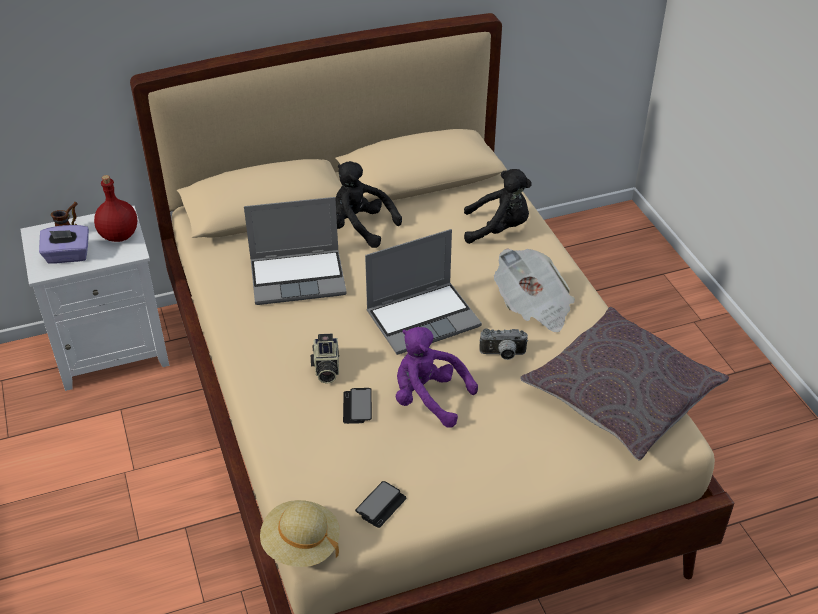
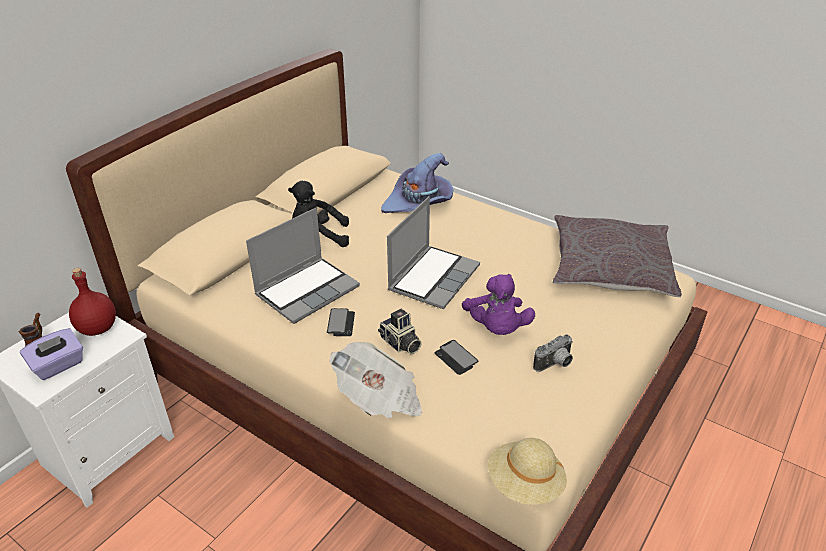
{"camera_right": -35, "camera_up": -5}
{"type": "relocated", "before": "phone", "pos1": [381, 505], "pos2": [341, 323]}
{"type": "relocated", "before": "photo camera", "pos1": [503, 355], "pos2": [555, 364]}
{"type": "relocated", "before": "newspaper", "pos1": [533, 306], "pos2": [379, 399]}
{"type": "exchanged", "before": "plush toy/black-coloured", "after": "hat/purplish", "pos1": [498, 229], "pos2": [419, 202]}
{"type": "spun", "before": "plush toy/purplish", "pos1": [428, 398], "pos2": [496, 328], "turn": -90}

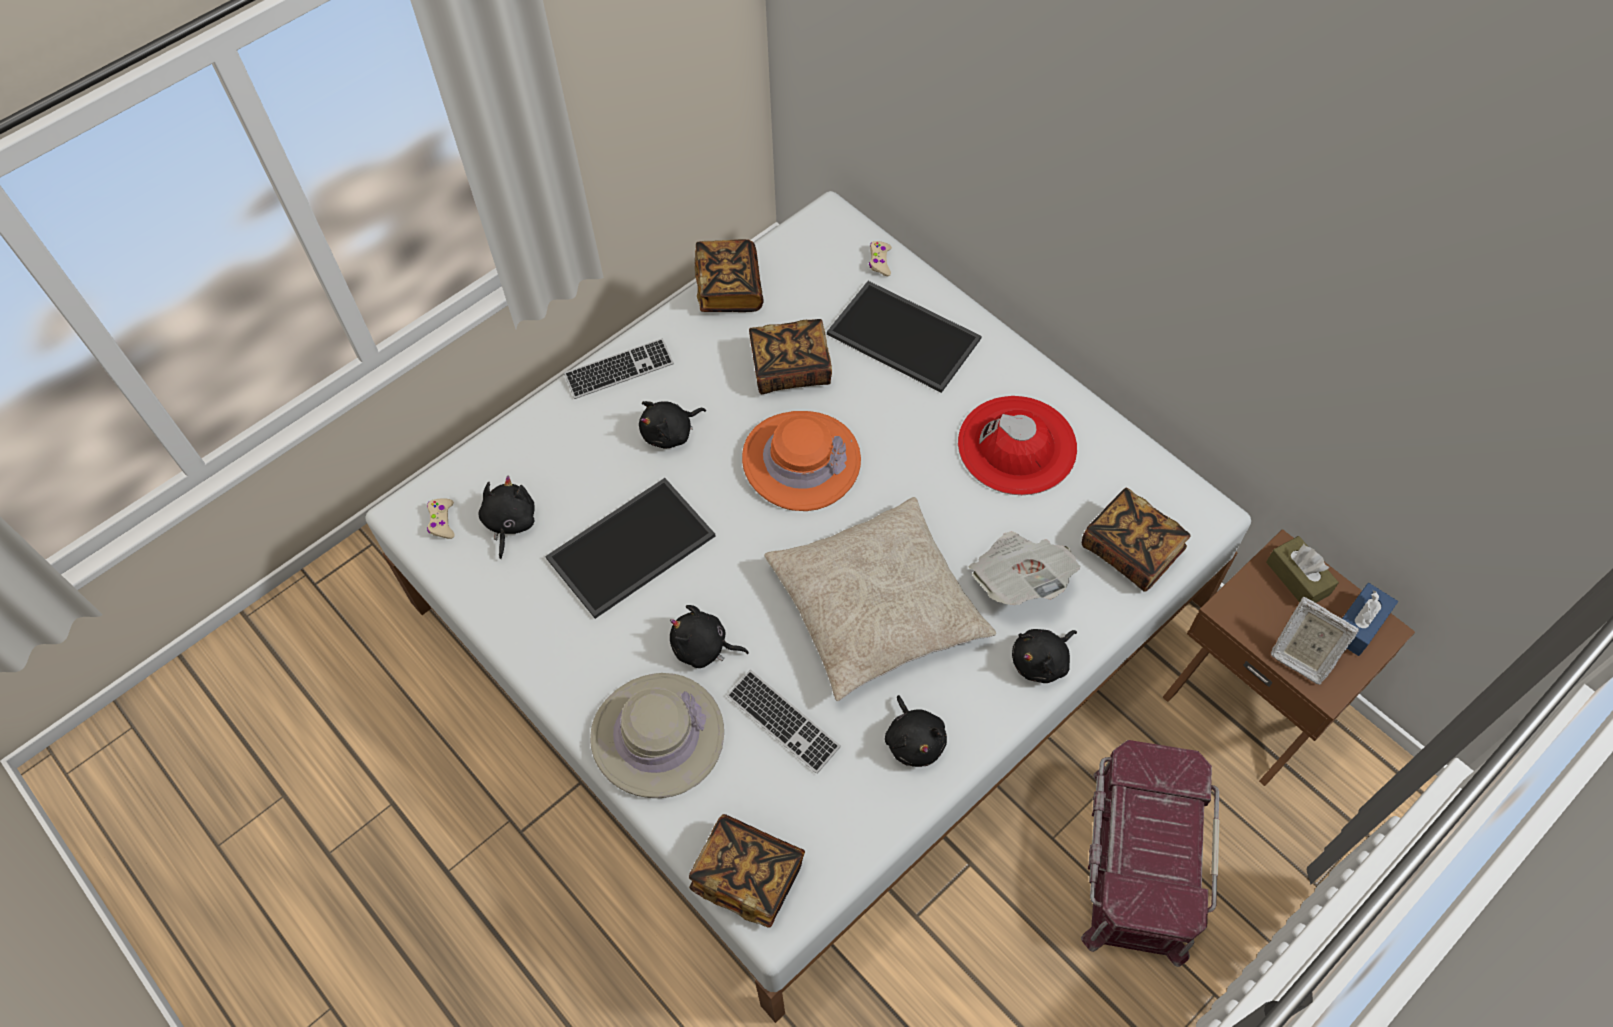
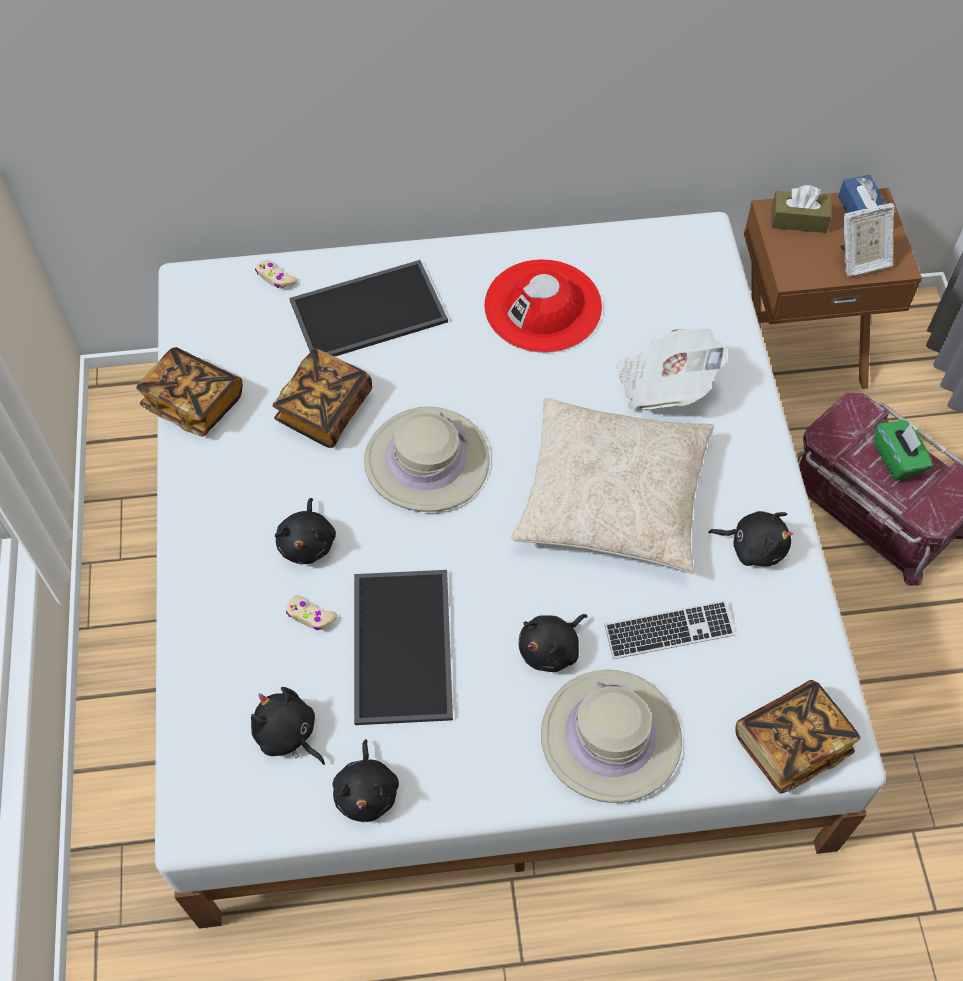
{"camera_right": -55, "camera_up": 0}
{"type": "missing", "before": "computer keyboard", "pos1": [619, 370]}
{"type": "missing", "before": "volume", "pos1": [1131, 550]}
{"type": "appeared", "after": "tissue holder/green", "pos2": [898, 459]}
{"type": "relocated", "before": "game controller/sand-coloured", "pos1": [442, 521], "pos2": [310, 616]}
{"type": "relocated", "before": "plush toy/black-coloured", "pos1": [1042, 661], "pos2": [367, 791]}
{"type": "colour", "before": "hat/orange", "after": "hat/sand-coloured", "pos1": [801, 461], "pos2": [426, 461]}

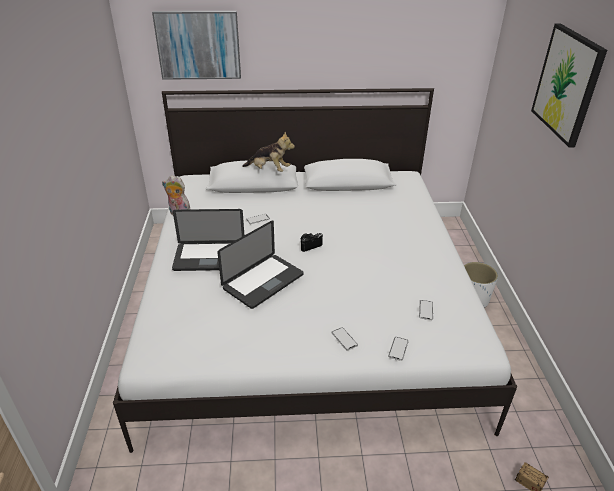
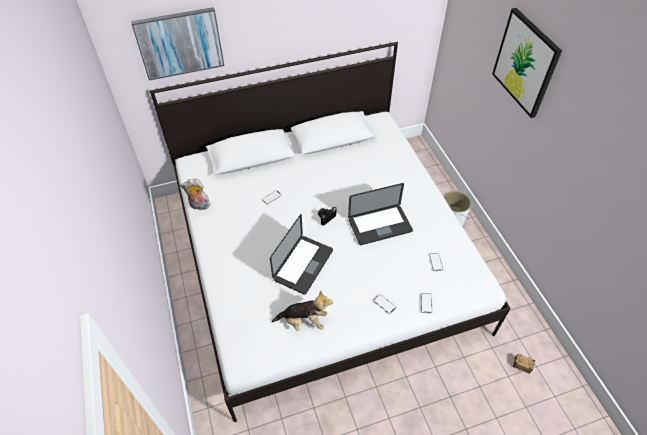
{"camera_right": -15, "camera_up": 15}
{"type": "relocated", "before": "notebook computer", "pos1": [209, 258], "pos2": [380, 225]}
{"type": "relocated", "before": "plush toy", "pos1": [269, 170], "pos2": [304, 321]}

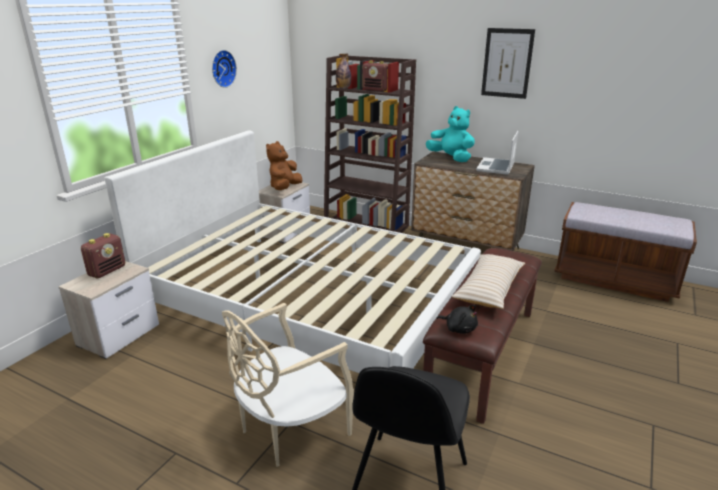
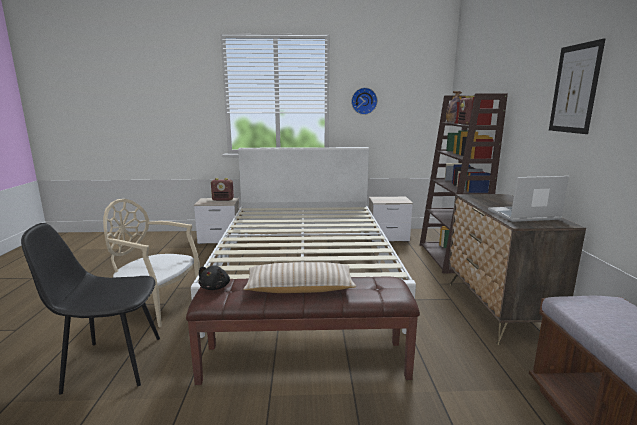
{"camera_right": 60, "camera_up": -10}
{"type": "missing", "before": "plush toy/brown", "pos1": [284, 188]}
{"type": "missing", "before": "plush toy/turquoise", "pos1": [451, 158]}

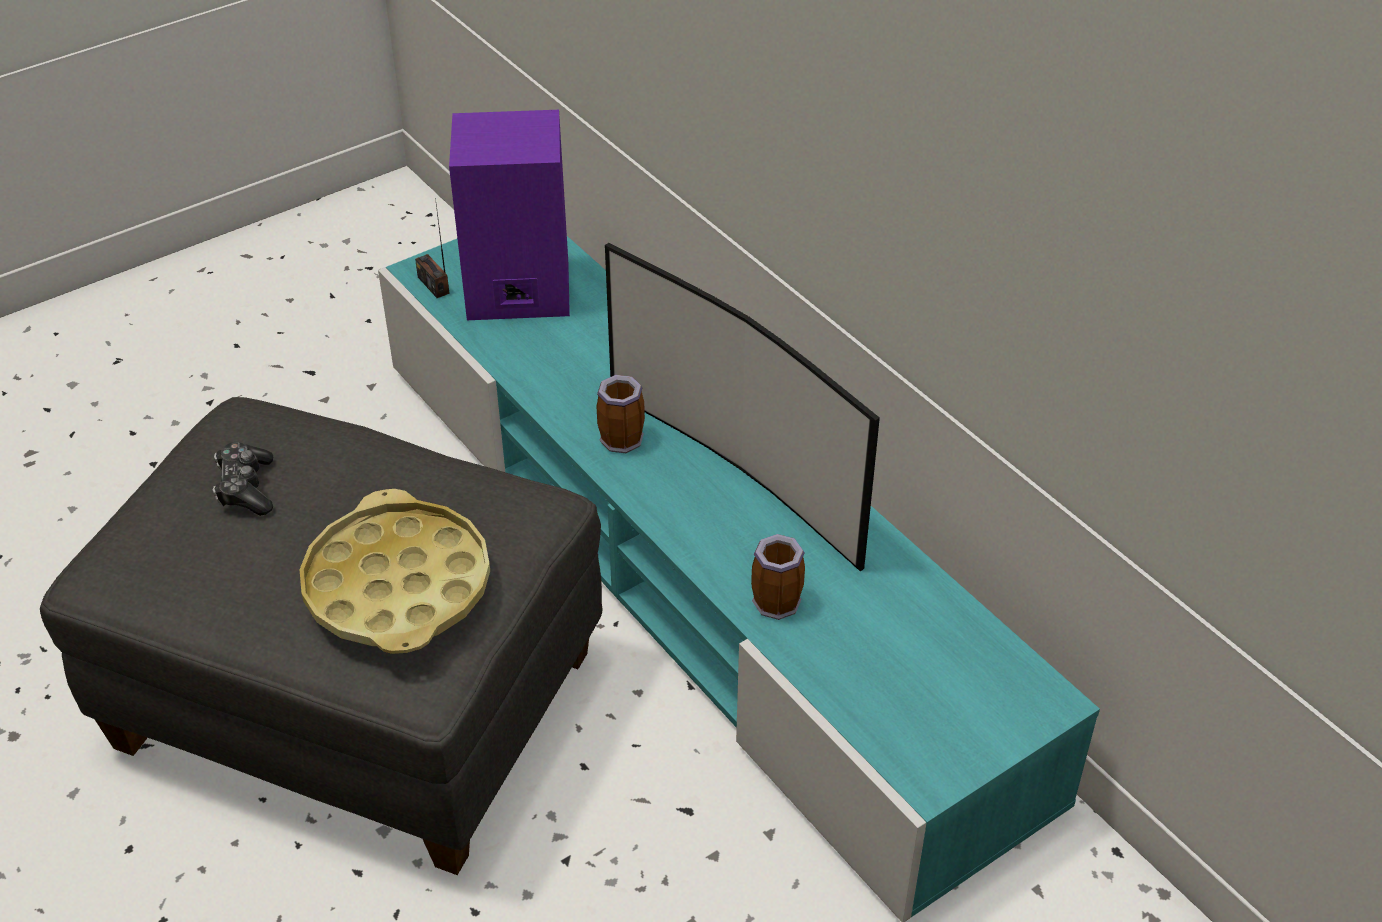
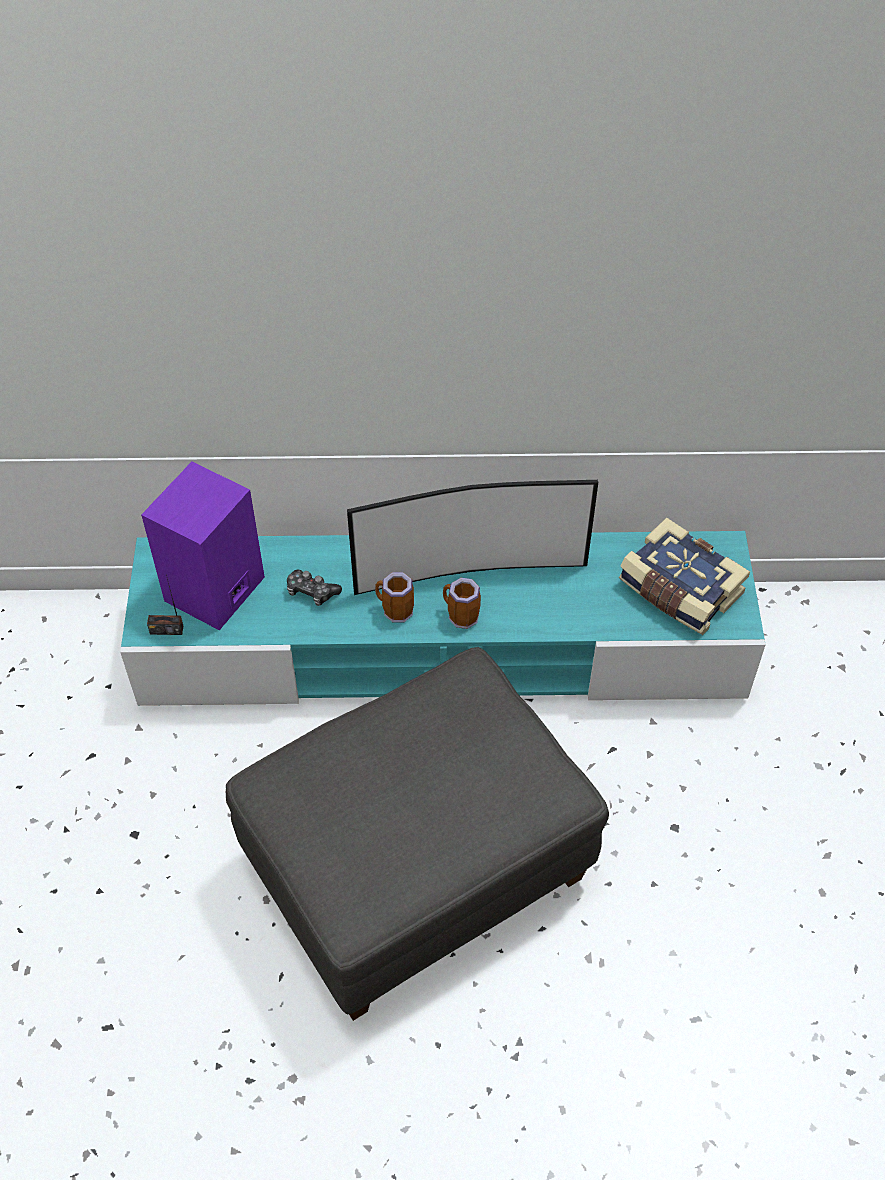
{"camera_right": -55, "camera_up": 10}
{"type": "missing", "before": "tray/yellow-coloured", "pos1": [397, 586]}
{"type": "appeared", "after": "volume", "pos2": [678, 590]}
{"type": "relocated", "before": "game controller", "pos1": [246, 488], "pos2": [311, 592]}
{"type": "relocated", "before": "tea mug", "pos1": [774, 599], "pos2": [460, 617]}

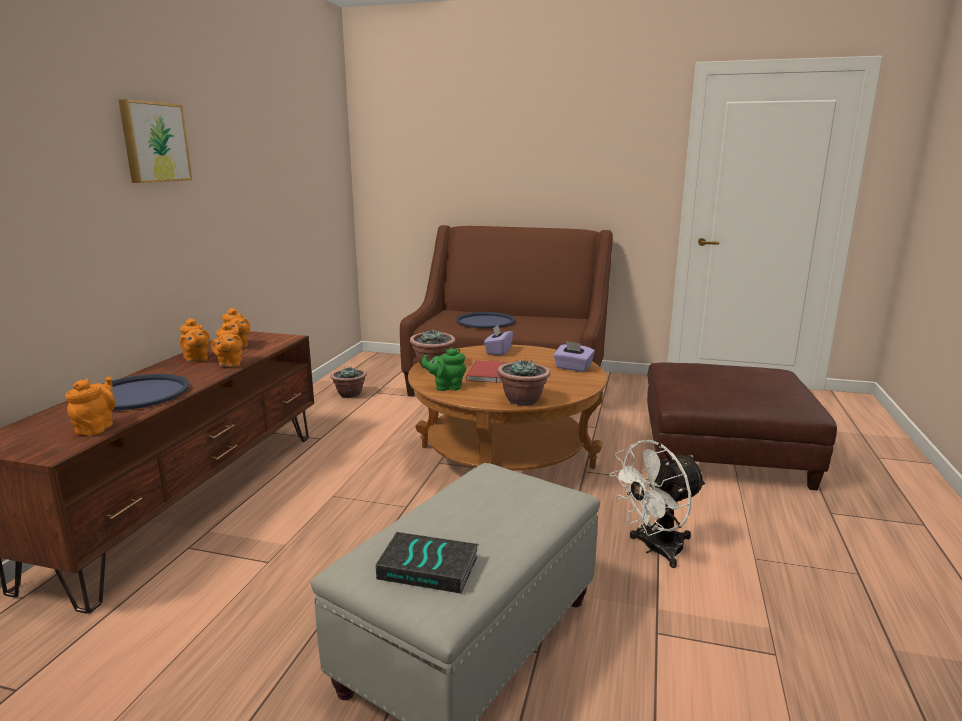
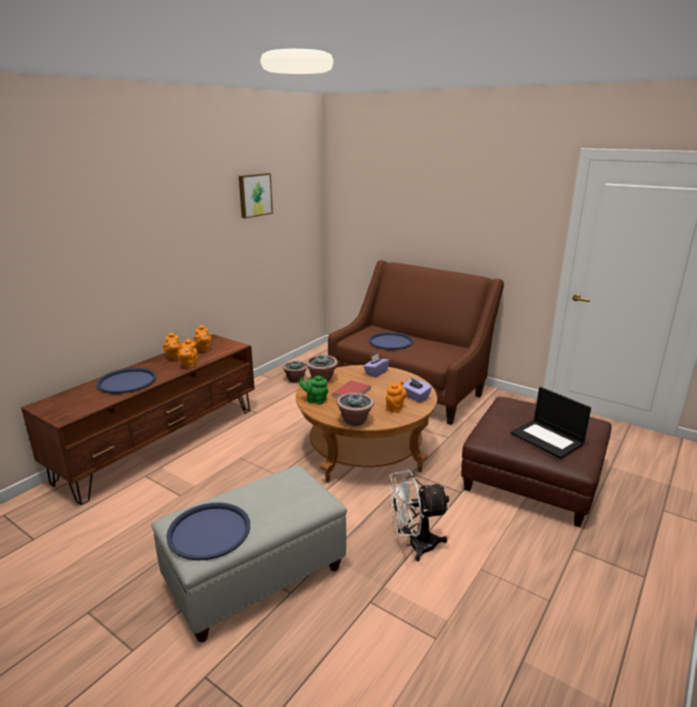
{"camera_right": 20, "camera_up": 5}
{"type": "appeared", "after": "notebook computer", "pos2": [548, 439]}
{"type": "relocated", "before": "teapot/orange", "pos1": [97, 428], "pos2": [395, 407]}
{"type": "relocated", "before": "wall picture", "pos1": [154, 142], "pos2": [254, 195]}
{"type": "exchanged", "before": "volume", "after": "tray/blue-coloured", "pos1": [429, 567], "pos2": [209, 531]}

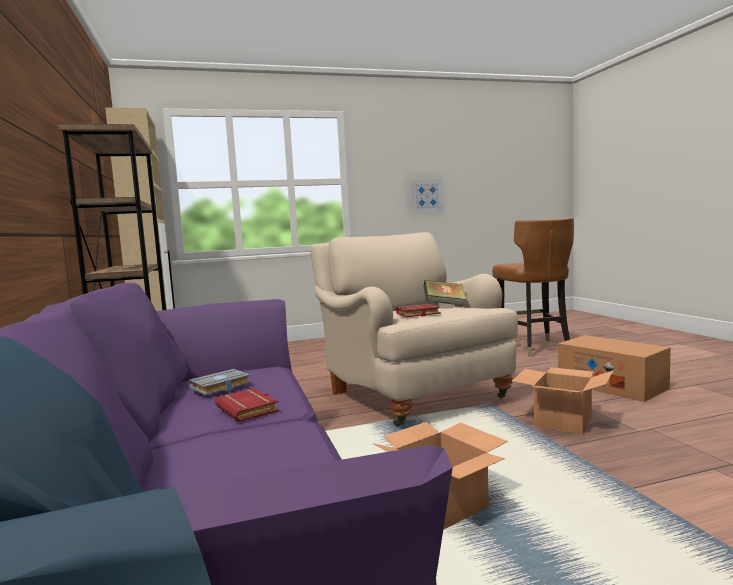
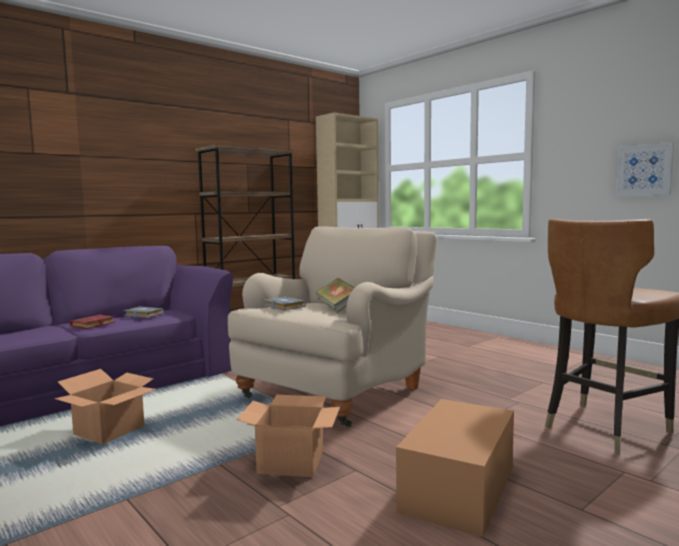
{"camera_right": 65, "camera_up": 0}
{"type": "colour", "before": "volume/red-coloured", "after": "volume/grey", "pos1": [417, 314], "pos2": [282, 307]}

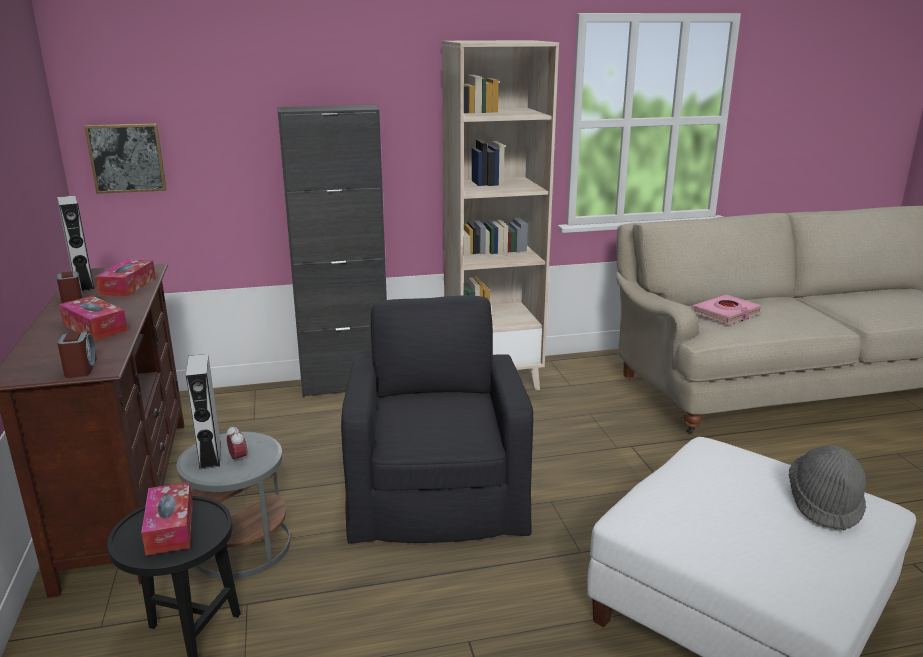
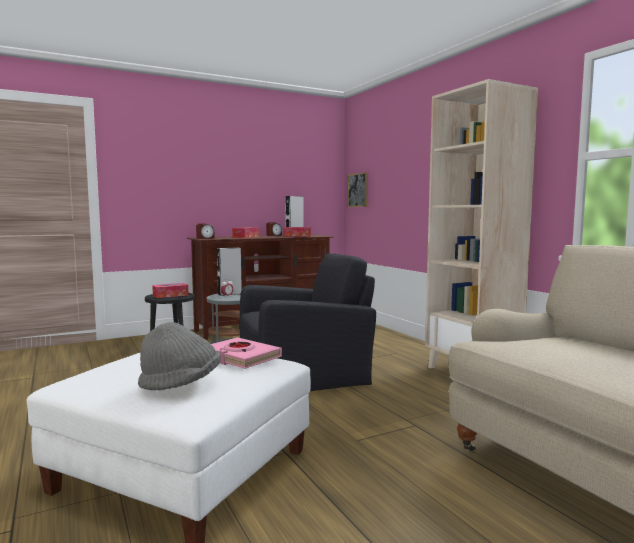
{"camera_right": 75, "camera_up": -15}
{"type": "missing", "before": "cabinet/black-coloured", "pos1": [345, 384]}
{"type": "relocated", "before": "volume/pinkish", "pos1": [726, 314], "pos2": [241, 358]}

